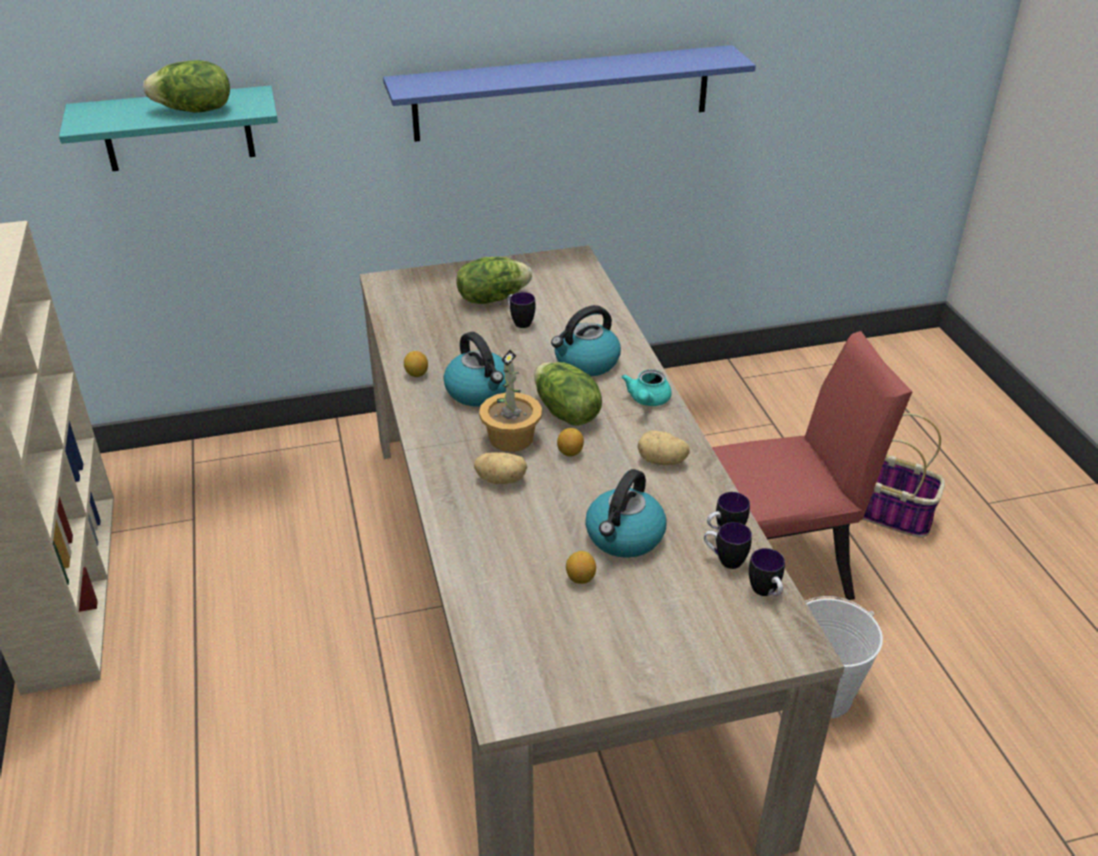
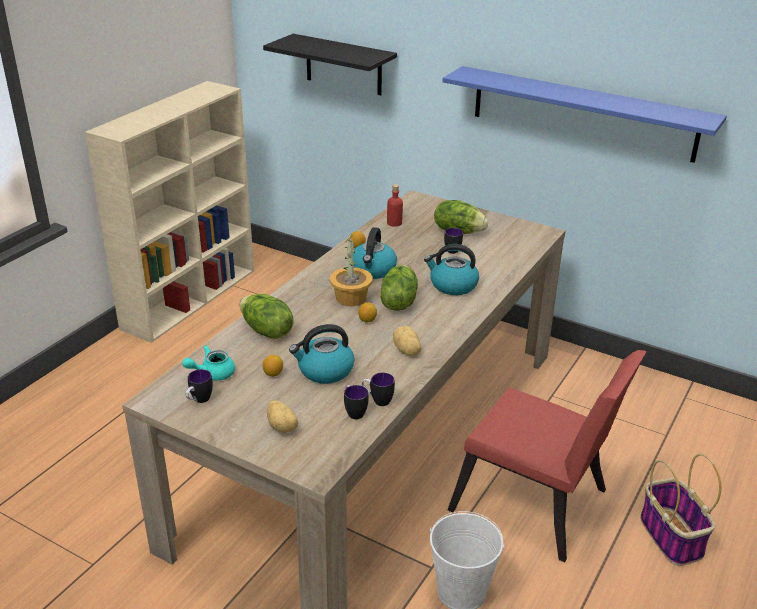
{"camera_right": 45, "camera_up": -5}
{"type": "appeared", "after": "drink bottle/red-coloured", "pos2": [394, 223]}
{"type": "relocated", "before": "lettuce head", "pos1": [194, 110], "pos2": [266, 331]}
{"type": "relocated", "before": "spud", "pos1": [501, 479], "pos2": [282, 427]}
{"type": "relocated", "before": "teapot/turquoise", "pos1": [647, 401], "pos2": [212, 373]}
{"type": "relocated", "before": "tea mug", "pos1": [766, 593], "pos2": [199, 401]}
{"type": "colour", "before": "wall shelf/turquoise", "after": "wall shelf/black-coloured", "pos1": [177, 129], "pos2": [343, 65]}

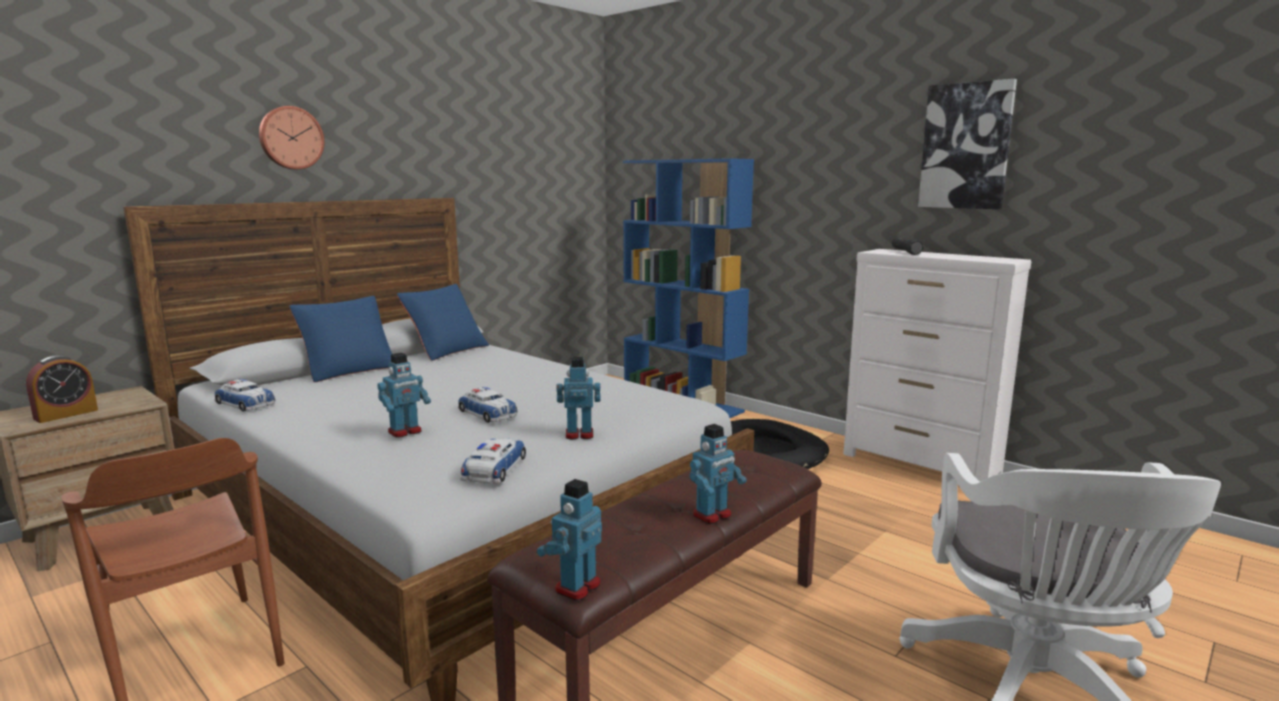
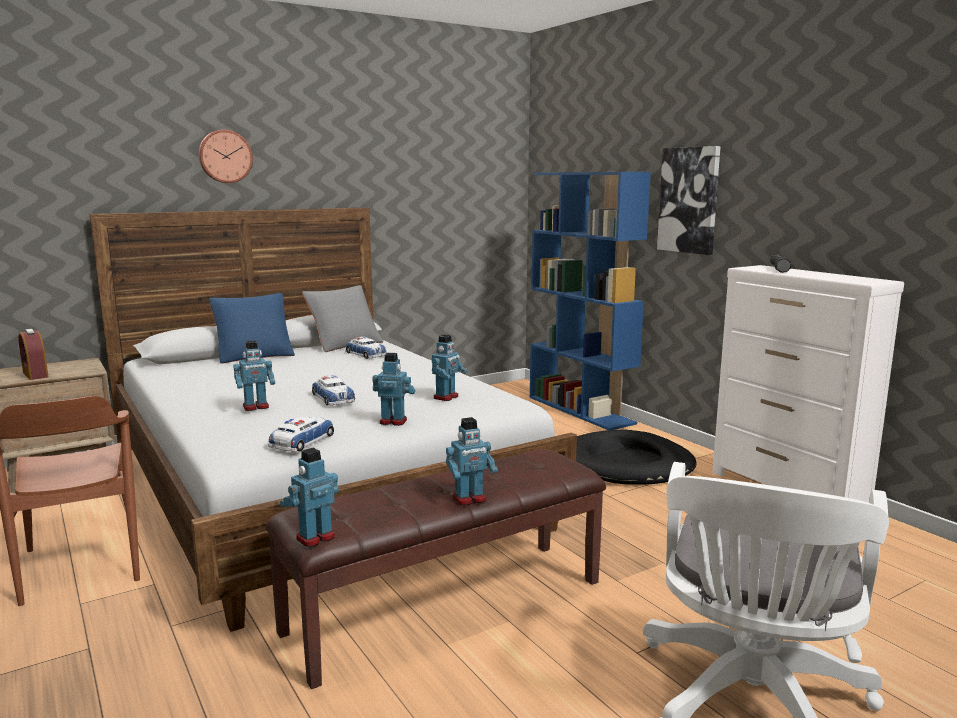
{"camera_right": 15, "camera_up": 0}
{"type": "appeared", "after": "toy robot", "pos2": [446, 397]}
{"type": "relocated", "before": "miniature car", "pos1": [245, 403], "pos2": [366, 354]}
{"type": "relocated", "before": "wall picture", "pos1": [966, 146], "pos2": [689, 200]}
{"type": "colour", "before": "pillow/blue-coloured", "after": "pillow/grey", "pos1": [446, 350], "pos2": [344, 344]}
{"type": "spun", "before": "bedside clock", "pos1": [66, 414], "pos2": [35, 375], "turn": 90}

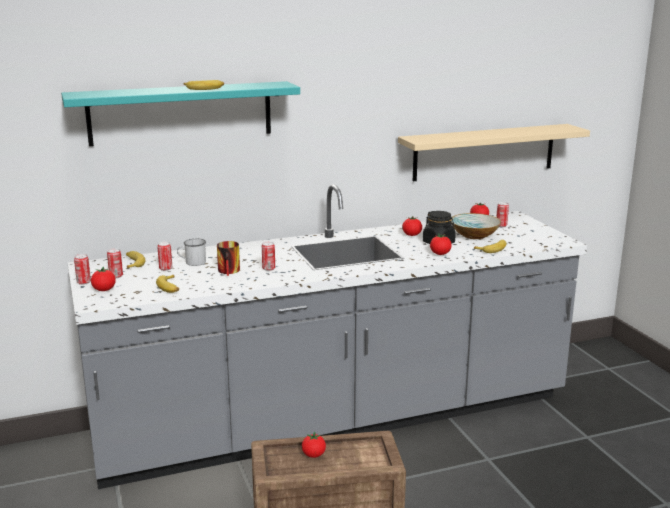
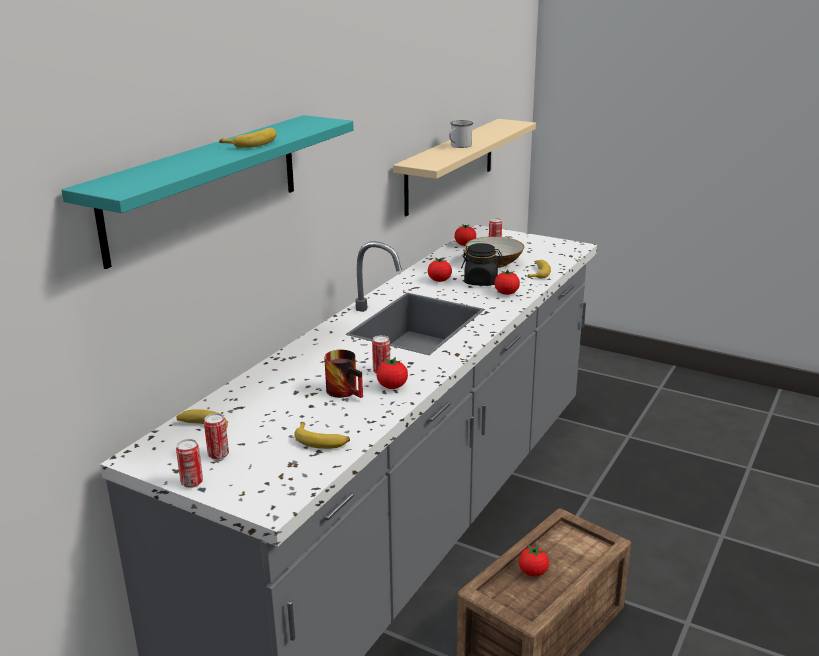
{"camera_right": -40, "camera_up": 5}
{"type": "missing", "before": "sealed can", "pos1": [165, 268]}
{"type": "relocated", "before": "tomato", "pos1": [104, 290], "pos2": [392, 386]}
{"type": "relocated", "before": "tea mug/white", "pos1": [192, 262], "pos2": [459, 146]}

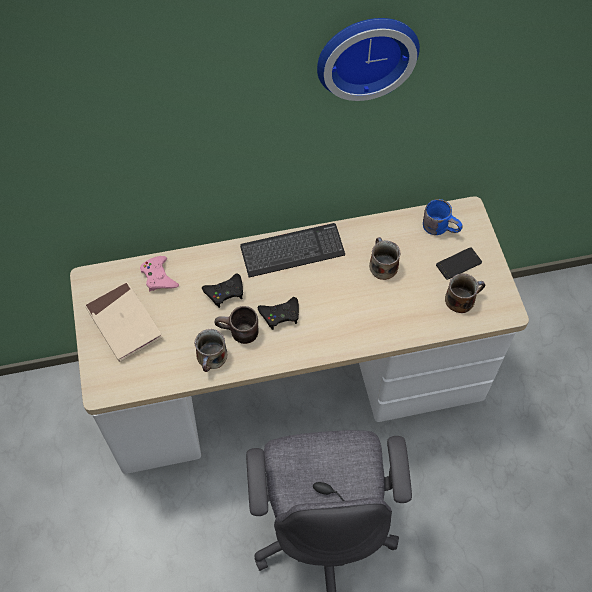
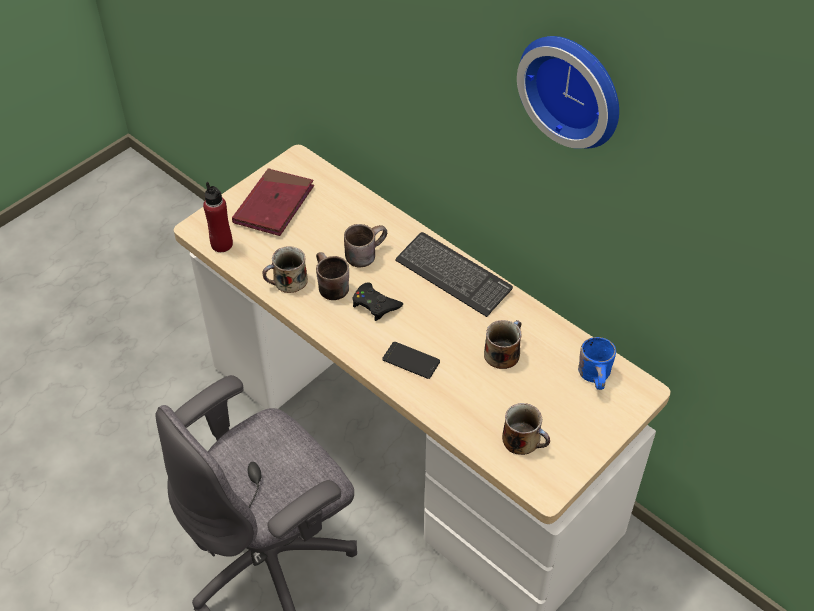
{"camera_right": 55, "camera_up": -10}
{"type": "missing", "before": "game controller/pinkish", "pos1": [159, 277]}
{"type": "appeared", "after": "drink bottle/red-coloured", "pos2": [222, 244]}
{"type": "relocated", "before": "phone", "pos1": [458, 264], "pos2": [411, 360]}
{"type": "exchanged", "before": "game controller/black-coloured", "after": "tea mug/brown", "pos1": [225, 292], "pos2": [364, 253]}
{"type": "colour", "before": "volume/sand-coloured", "after": "volume/red-coloured", "pos1": [124, 323], "pos2": [274, 205]}

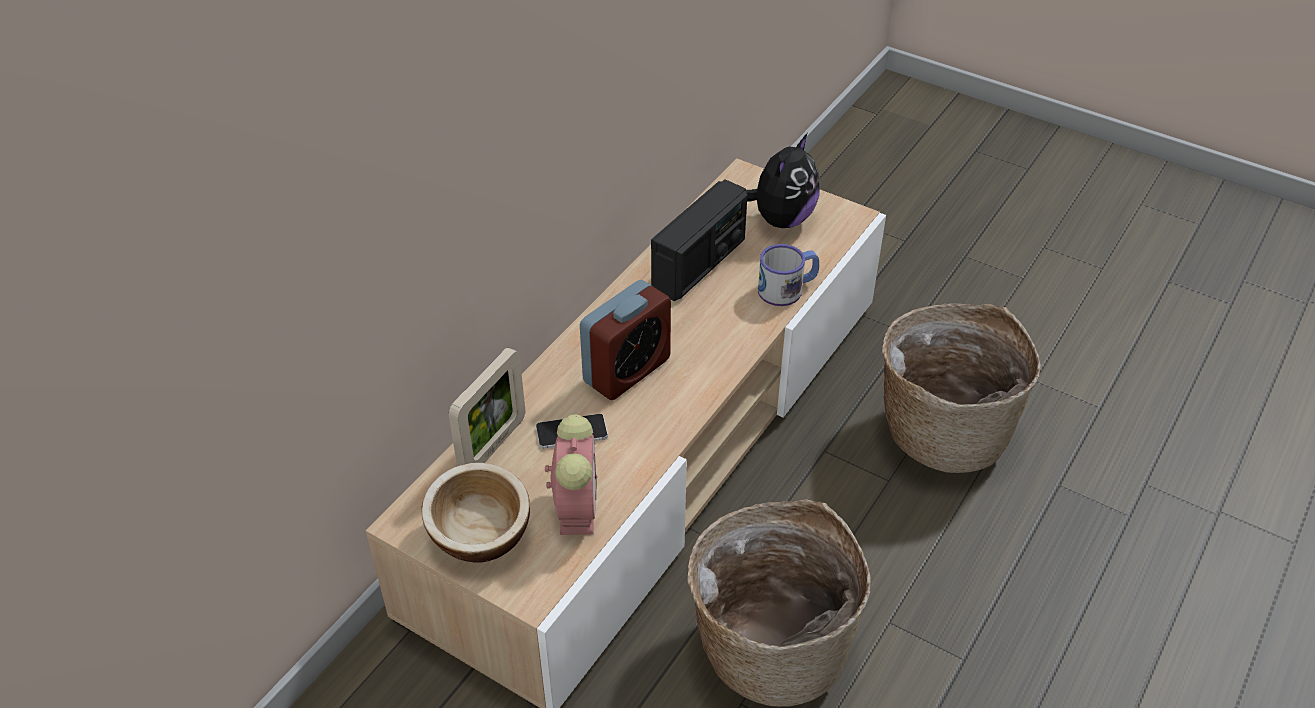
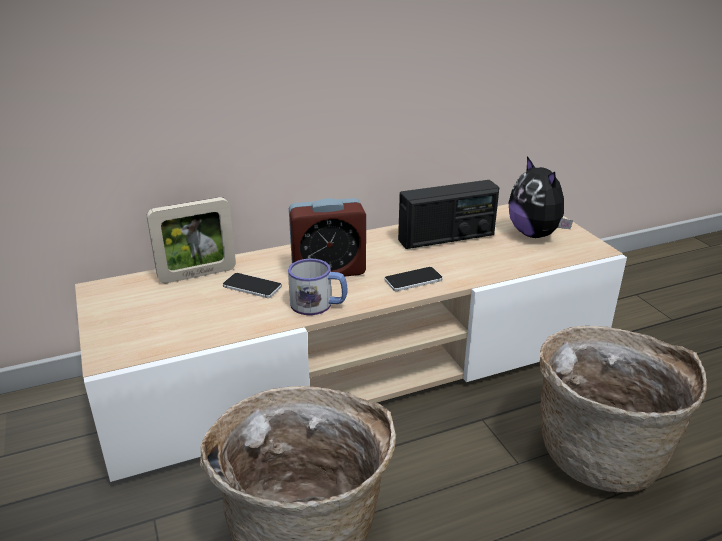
{"camera_right": 35, "camera_up": -15}
{"type": "missing", "before": "bowl", "pos1": [480, 534]}
{"type": "missing", "before": "bedside clock", "pos1": [576, 506]}
{"type": "appeared", "after": "phone", "pos2": [413, 280]}
{"type": "relocated", "before": "tea mug", "pos1": [787, 289], "pos2": [318, 305]}
{"type": "spun", "before": "plush toy", "pos1": [781, 219], "pos2": [535, 234], "turn": 90}

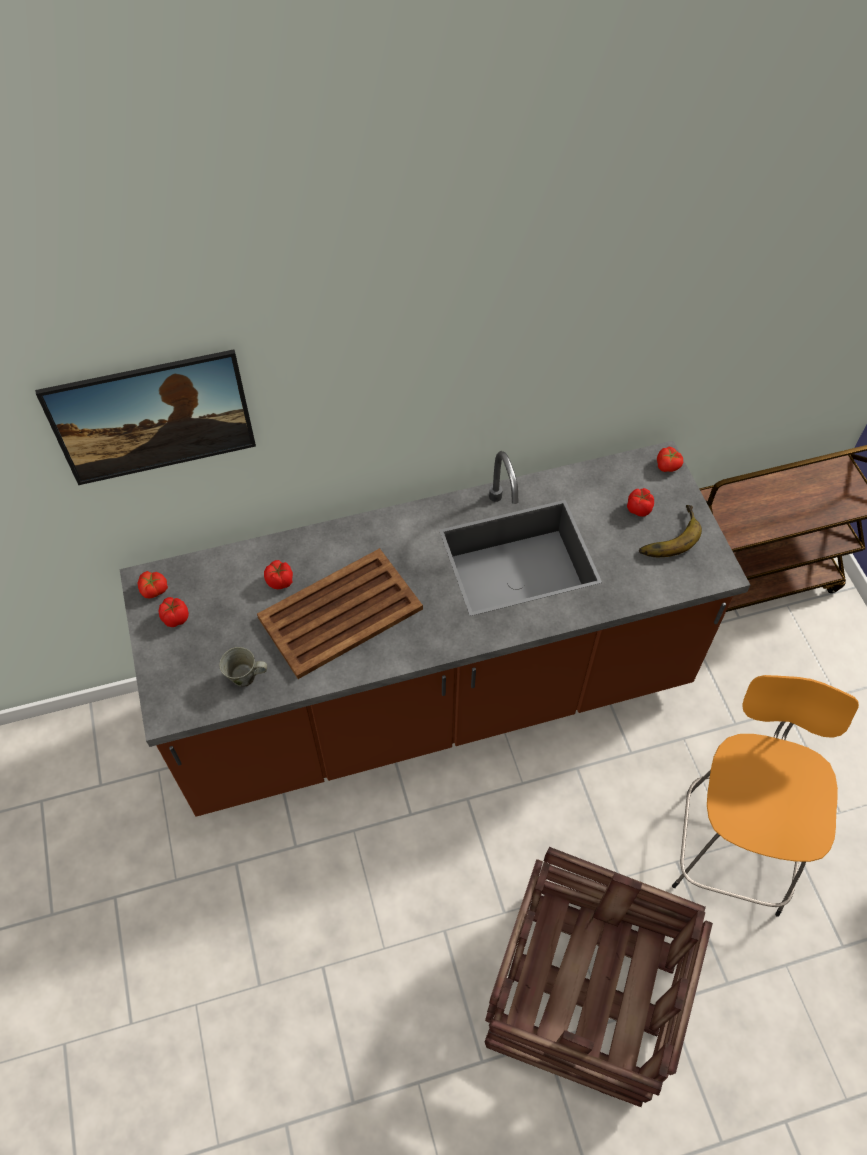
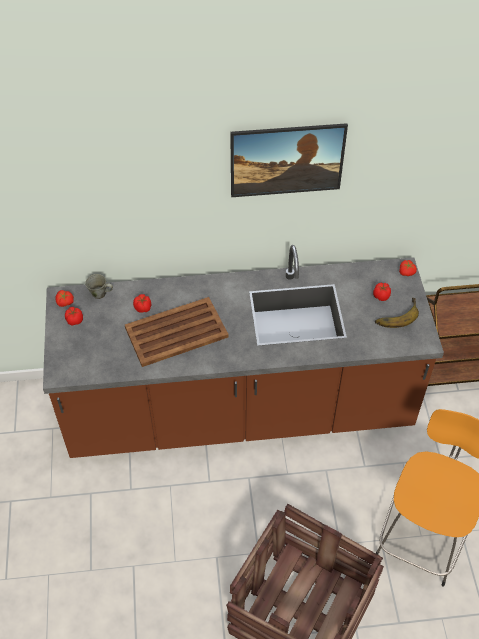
{"camera_right": 10, "camera_up": -5}
{"type": "relocated", "before": "wall picture", "pos1": [160, 440], "pos2": [286, 176]}
{"type": "relocated", "before": "tea mug/grey", "pos1": [245, 677], "pos2": [100, 294]}

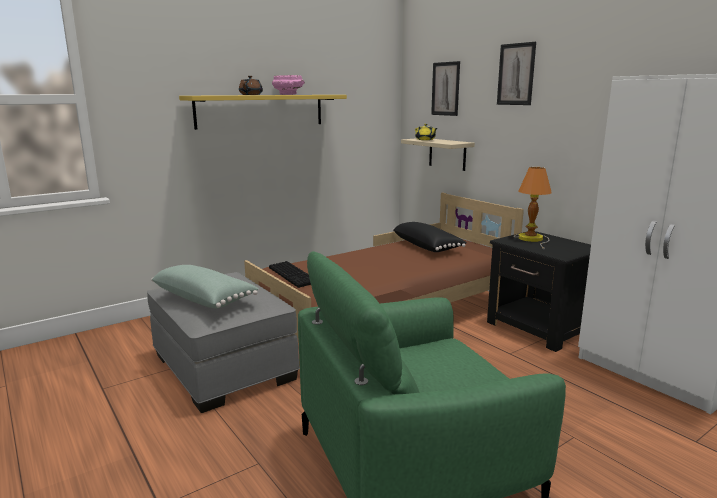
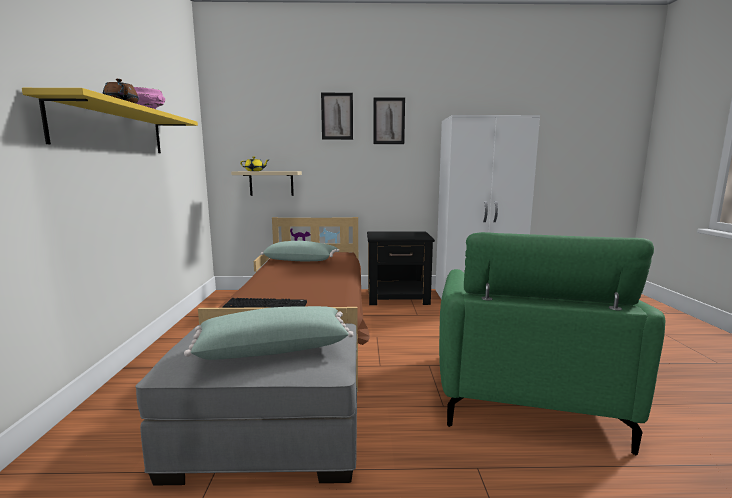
{"camera_right": -55, "camera_up": -5}
{"type": "missing", "before": "lamp for a table", "pos1": [532, 239]}
{"type": "relocated", "before": "wall picture", "pos1": [445, 89], "pos2": [389, 121]}
{"type": "colour", "before": "pillow/black-coloured", "after": "pillow/green", "pos1": [427, 246], "pos2": [301, 260]}

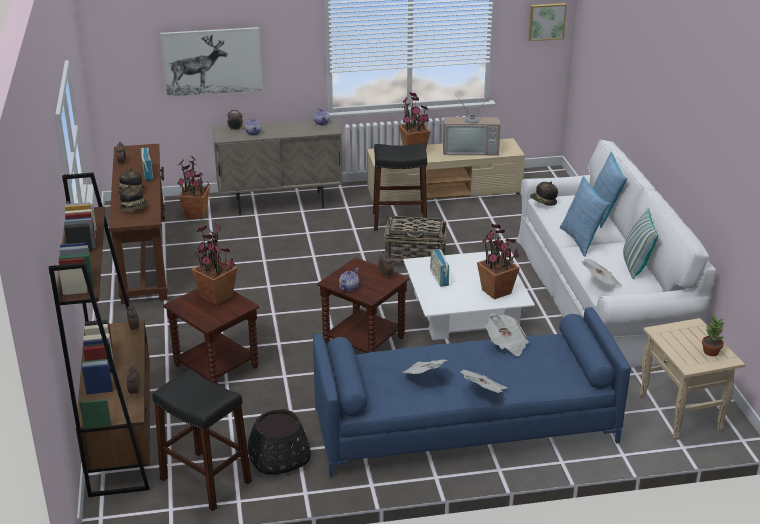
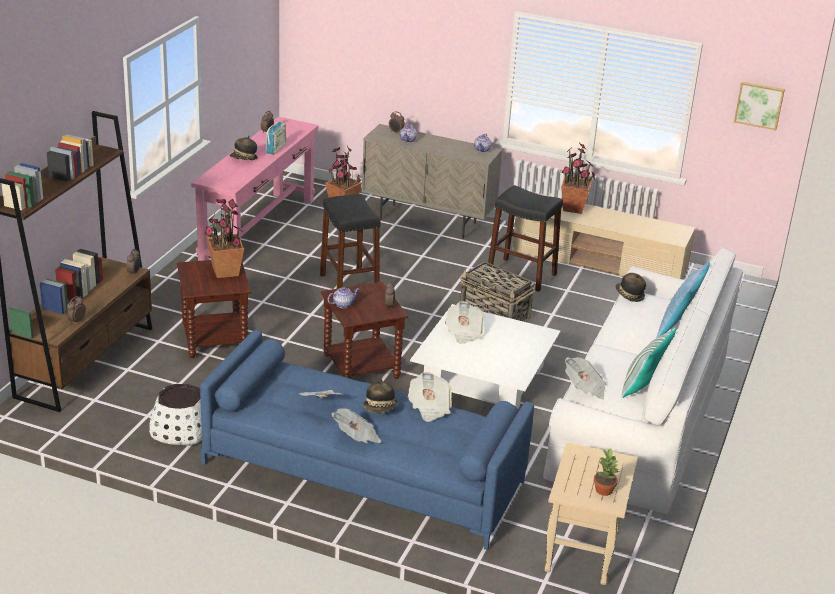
{"camera_right": 30, "camera_up": 0}
{"type": "missing", "before": "wall picture", "pos1": [212, 61]}
{"type": "missing", "before": "TV set", "pos1": [470, 149]}
{"type": "missing", "before": "plant in a pot", "pos1": [497, 292]}
{"type": "missing", "before": "pillow", "pos1": [581, 240]}
{"type": "relocated", "before": "hat", "pos1": [134, 208], "pos2": [380, 408]}
{"type": "relocated", "before": "stool/black-coloured", "pos1": [206, 480], "pos2": [349, 286]}
{"type": "exchanged", "before": "radio set", "after": "newspaper", "pos1": [439, 278], "pos2": [464, 332]}
{"type": "colour", "before": "narrow table/brown", "after": "narrow table/pinkish", "pos1": [144, 258], "pos2": [258, 229]}
{"type": "colour", "before": "plant pot/black-coloured", "after": "plant pot/white", "pos1": [279, 457], "pos2": [181, 431]}

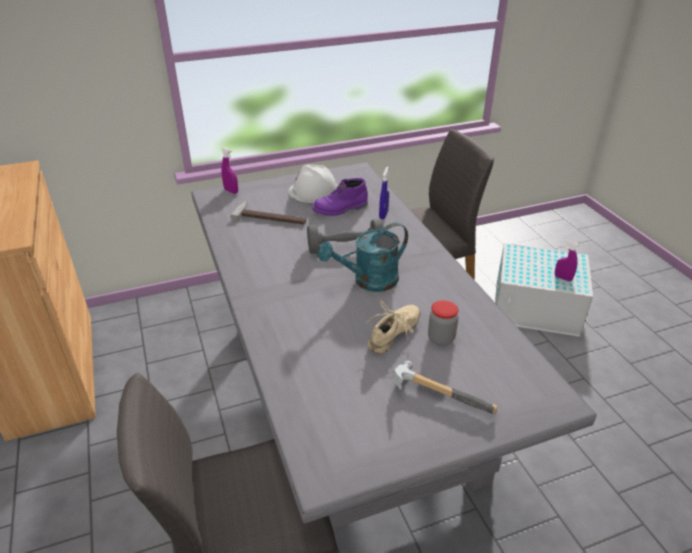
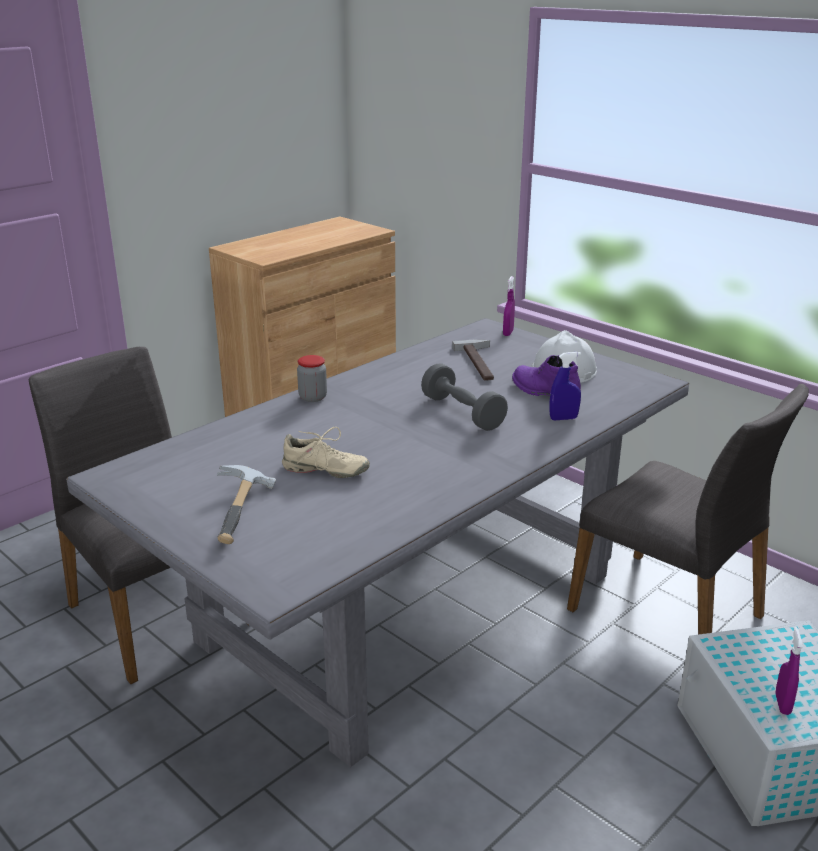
{"camera_right": 65, "camera_up": -10}
{"type": "missing", "before": "sprinkling can/turquoise", "pos1": [368, 281]}
{"type": "relocated", "before": "storage jar", "pos1": [441, 338], "pos2": [313, 397]}

